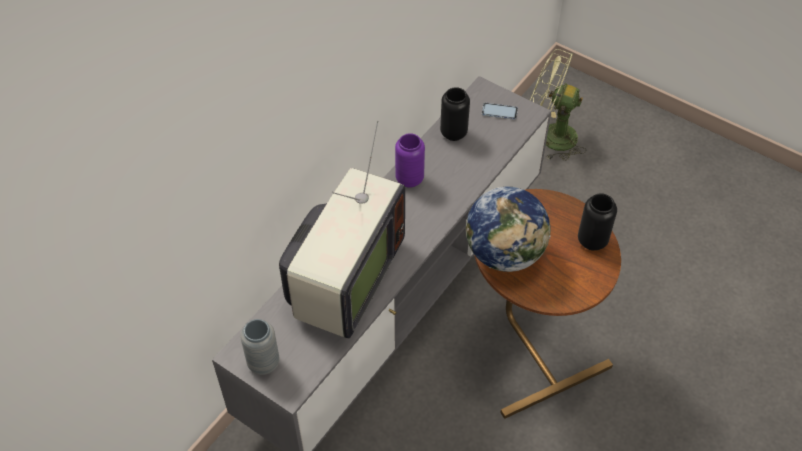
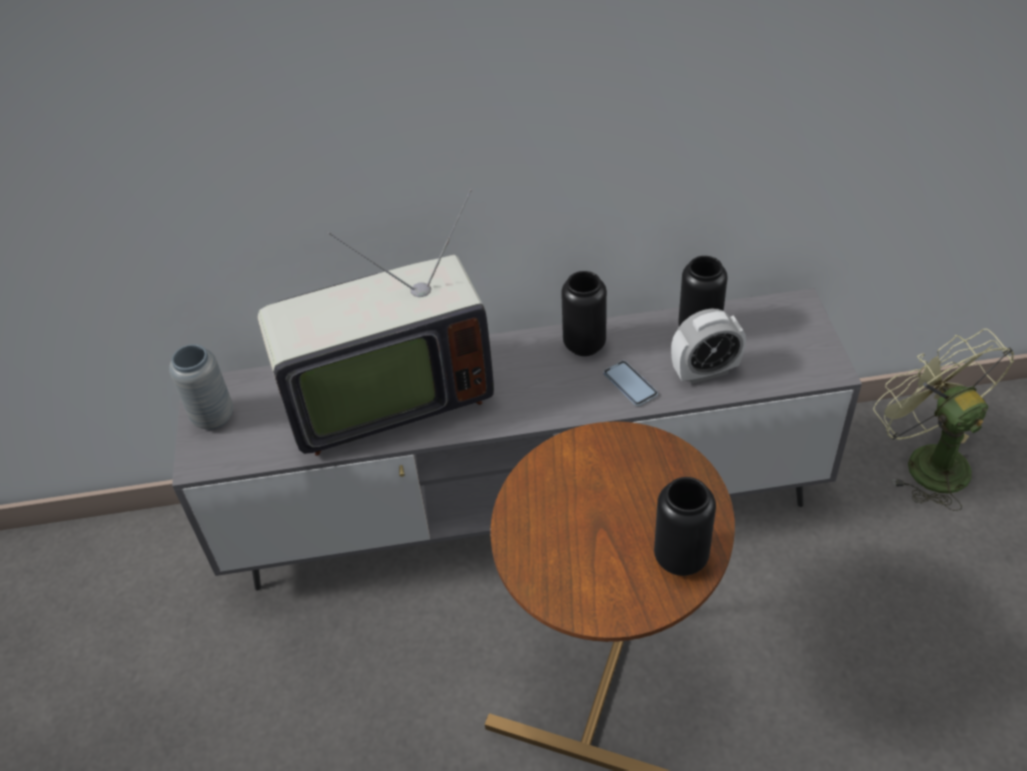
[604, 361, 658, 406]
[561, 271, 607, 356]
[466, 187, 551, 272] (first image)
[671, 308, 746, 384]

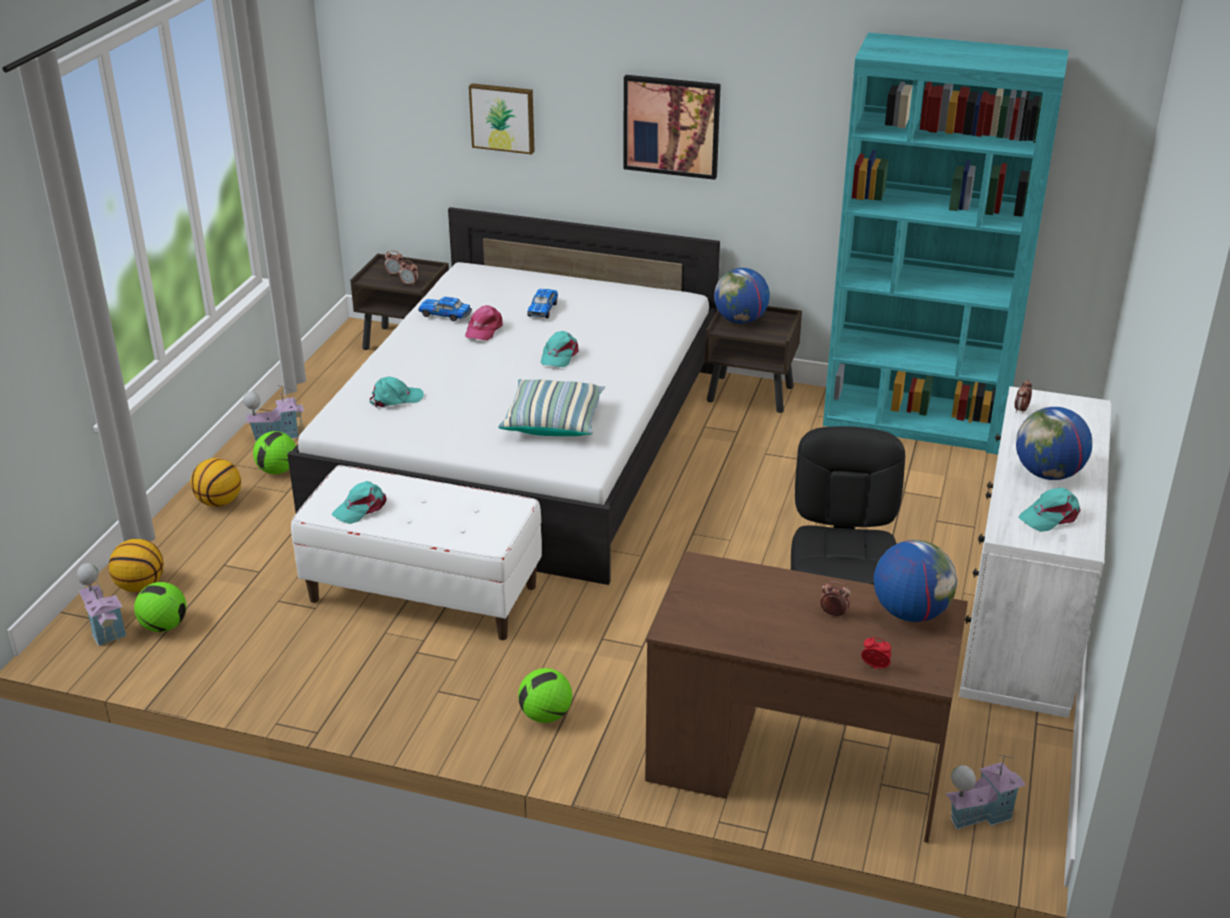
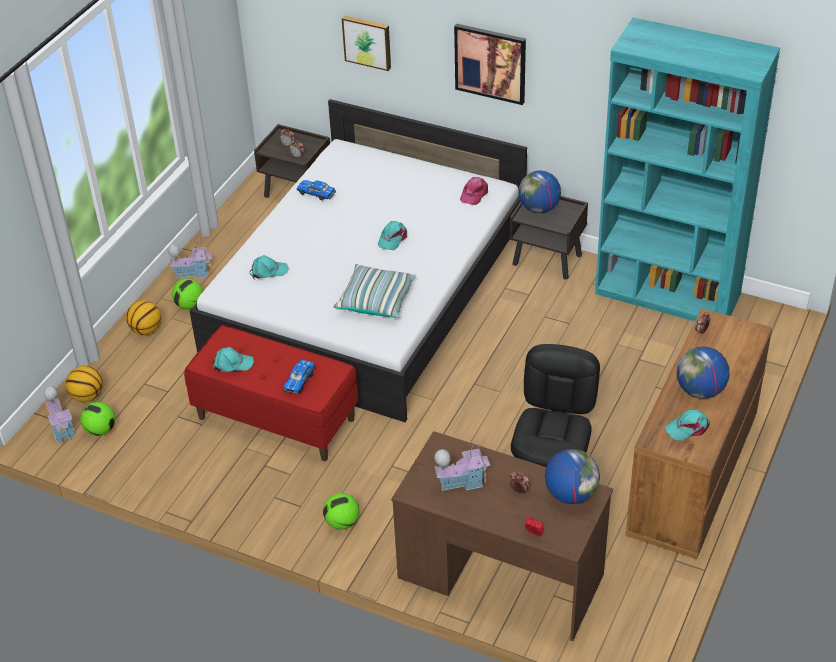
[283, 360, 315, 394]
[460, 177, 488, 205]
[625, 308, 772, 559]
[184, 325, 358, 461]
[212, 347, 254, 372]
[434, 444, 490, 491]

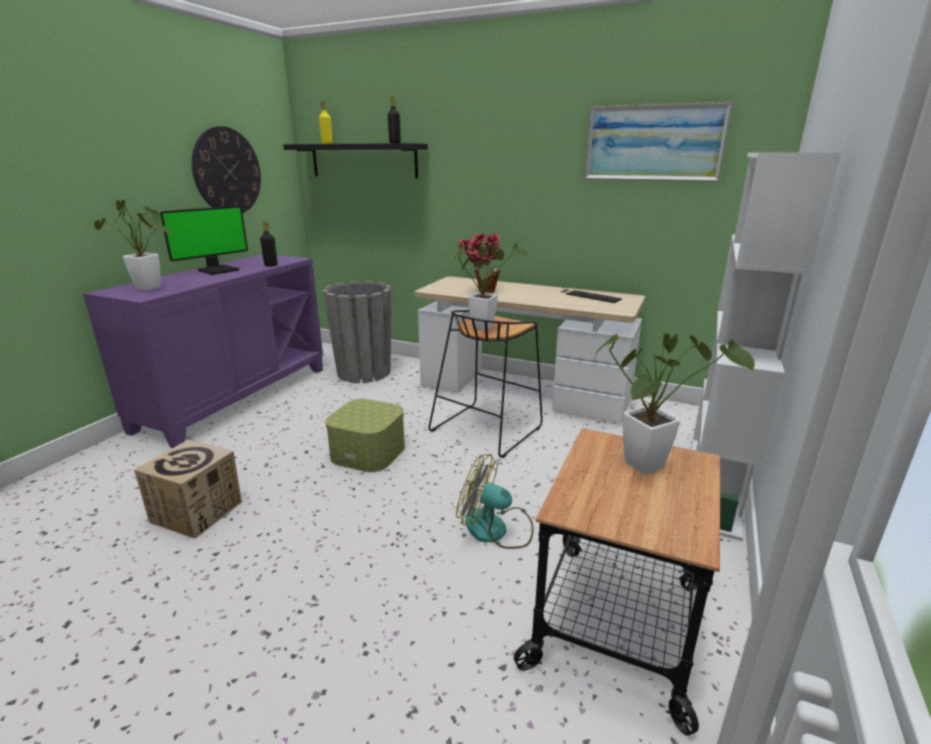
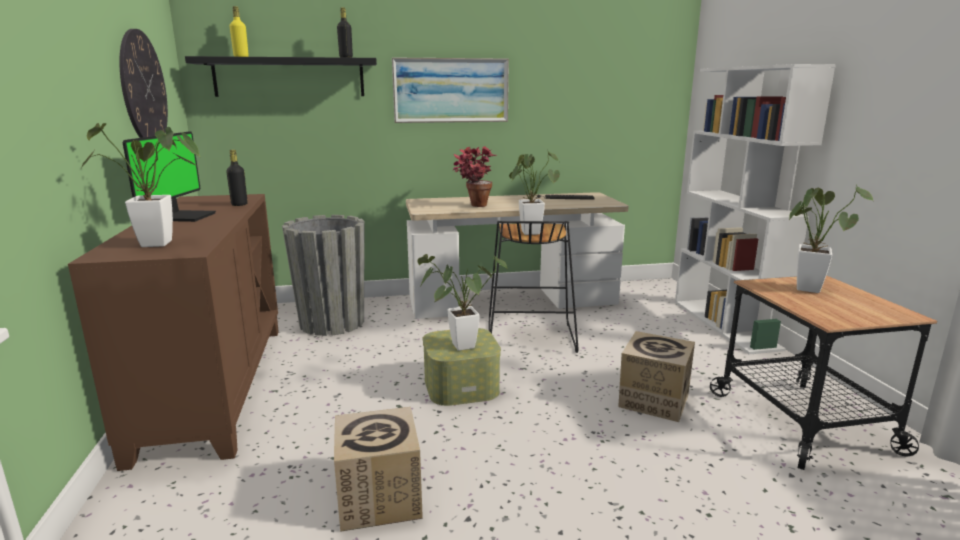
[392, 58, 509, 123]
[68, 194, 279, 471]
[618, 331, 695, 422]
[417, 254, 507, 351]

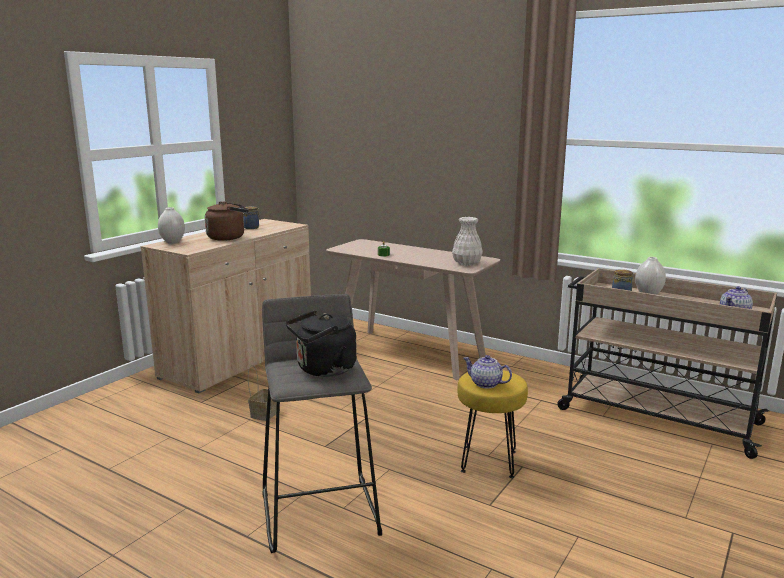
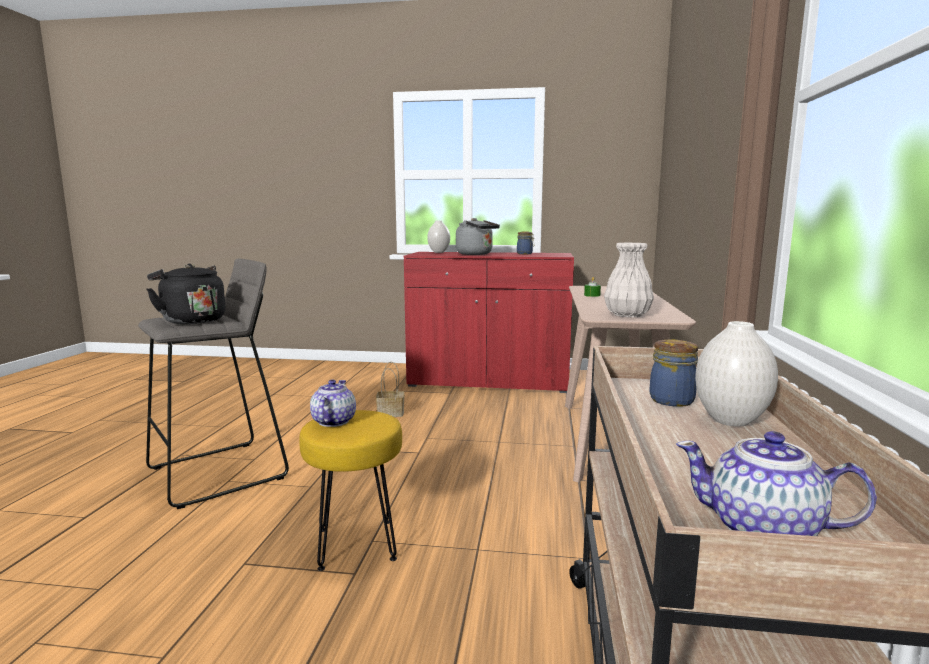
[456, 218, 500, 255]
[404, 252, 574, 393]

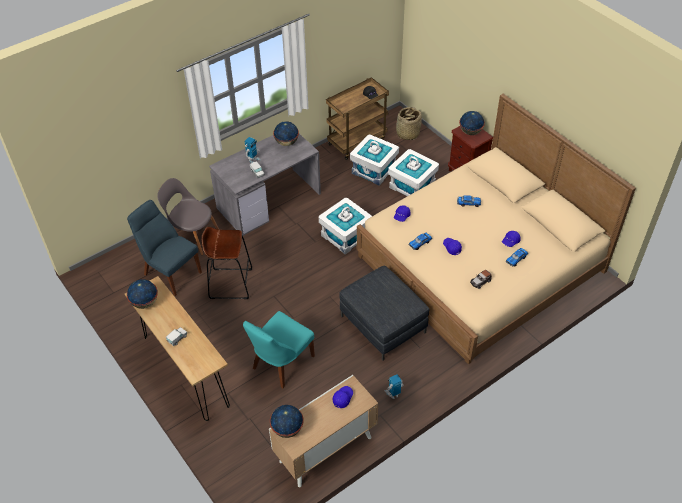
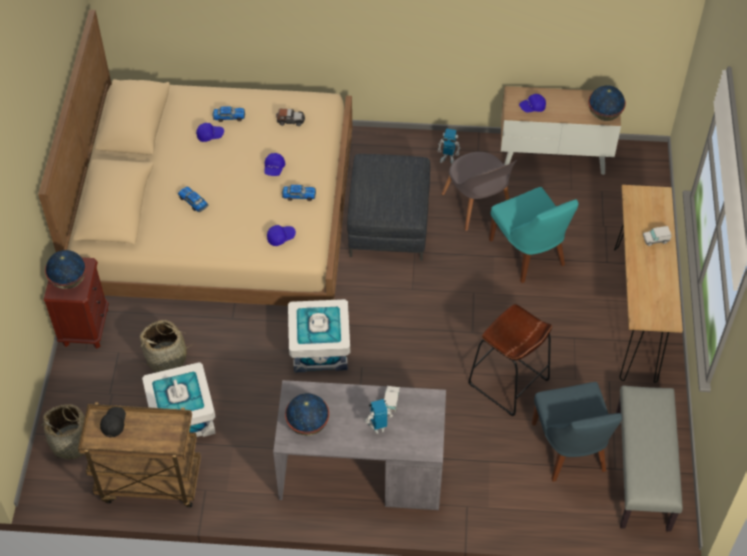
[139, 320, 195, 373]
[441, 152, 517, 231]
[127, 279, 158, 309] (first image)
[489, 187, 579, 283]
[616, 386, 683, 531]

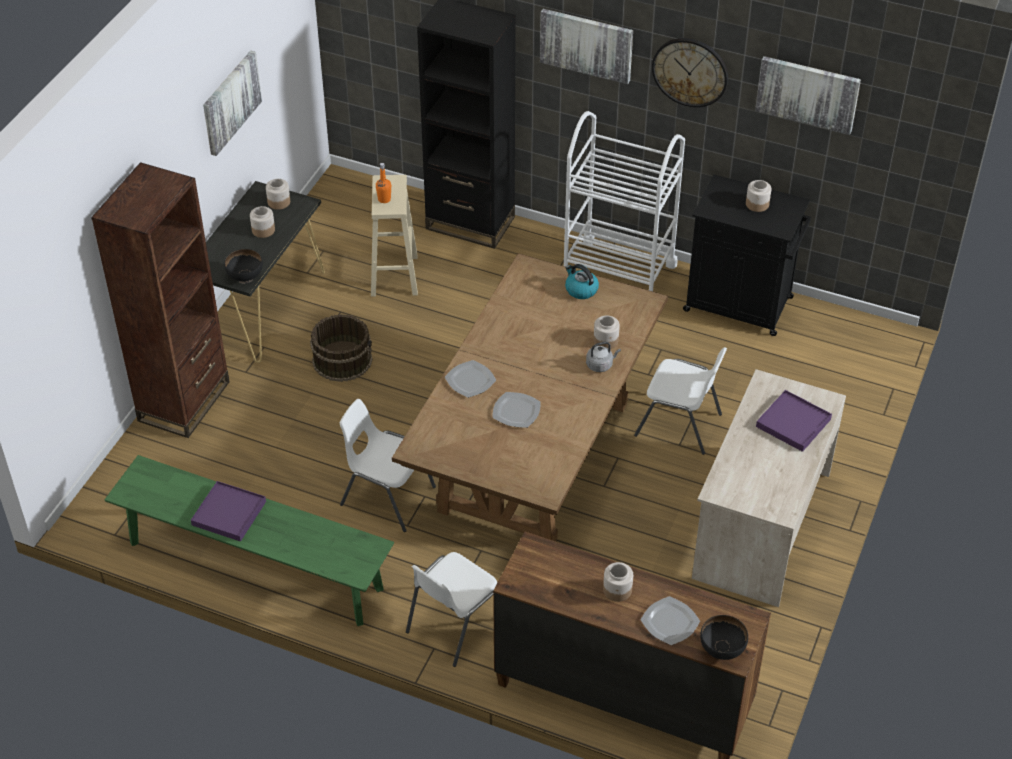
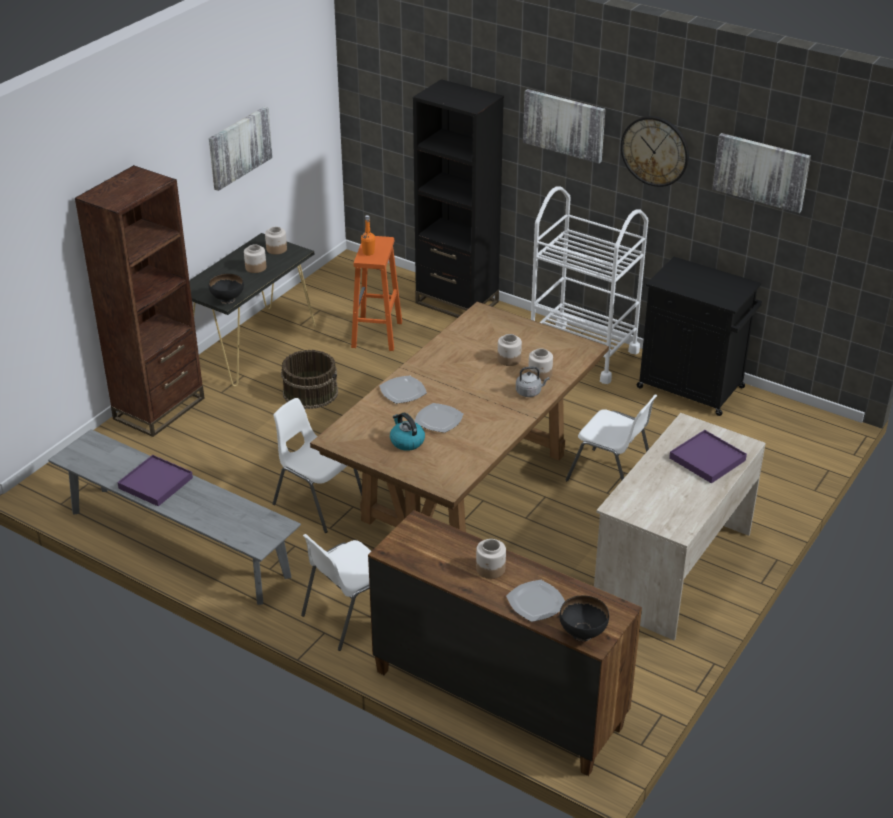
[351, 236, 402, 351]
[497, 334, 522, 366]
[390, 413, 425, 451]
[48, 429, 301, 605]

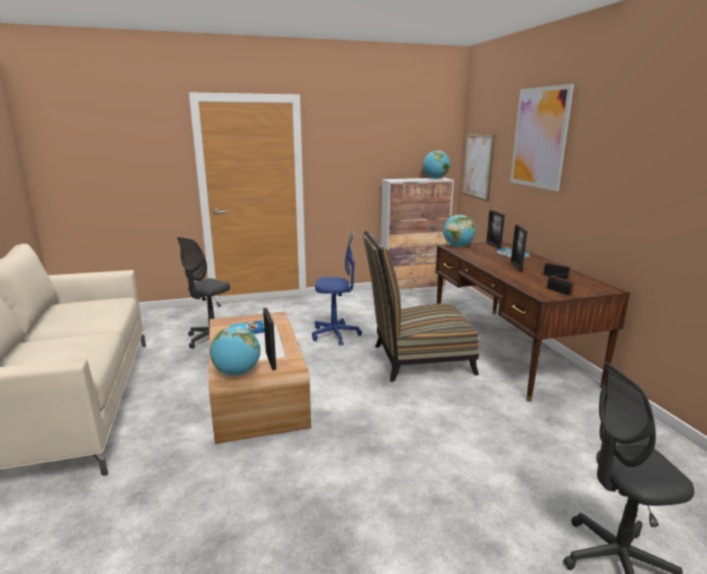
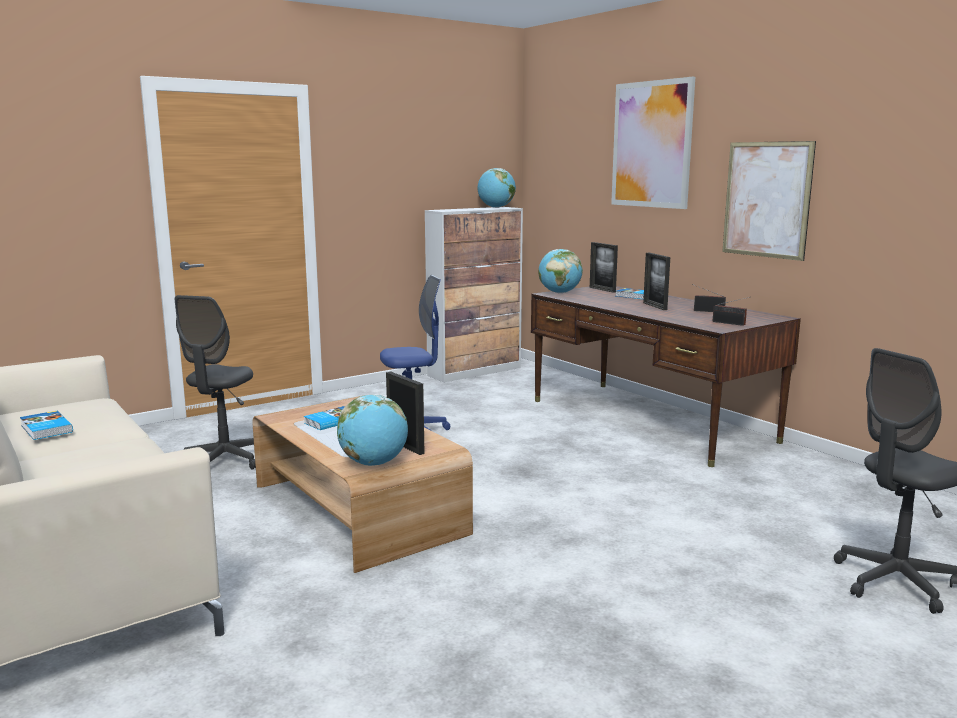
[722, 141, 816, 261]
[363, 231, 479, 382] (first image)
[20, 411, 73, 440]

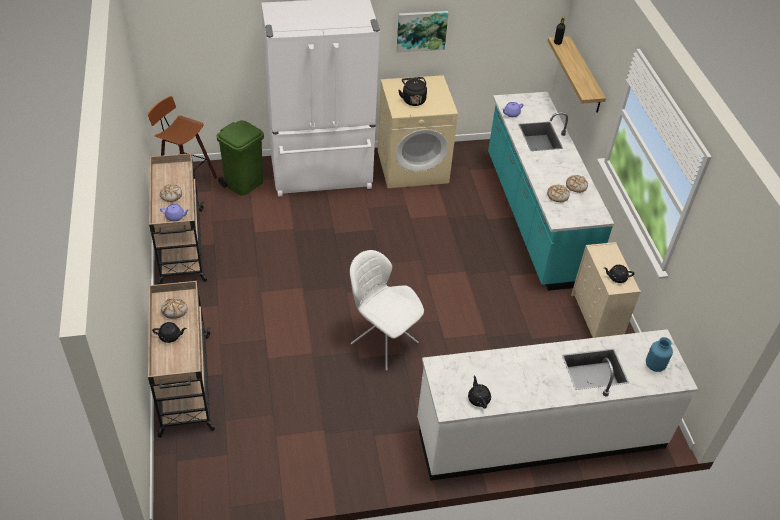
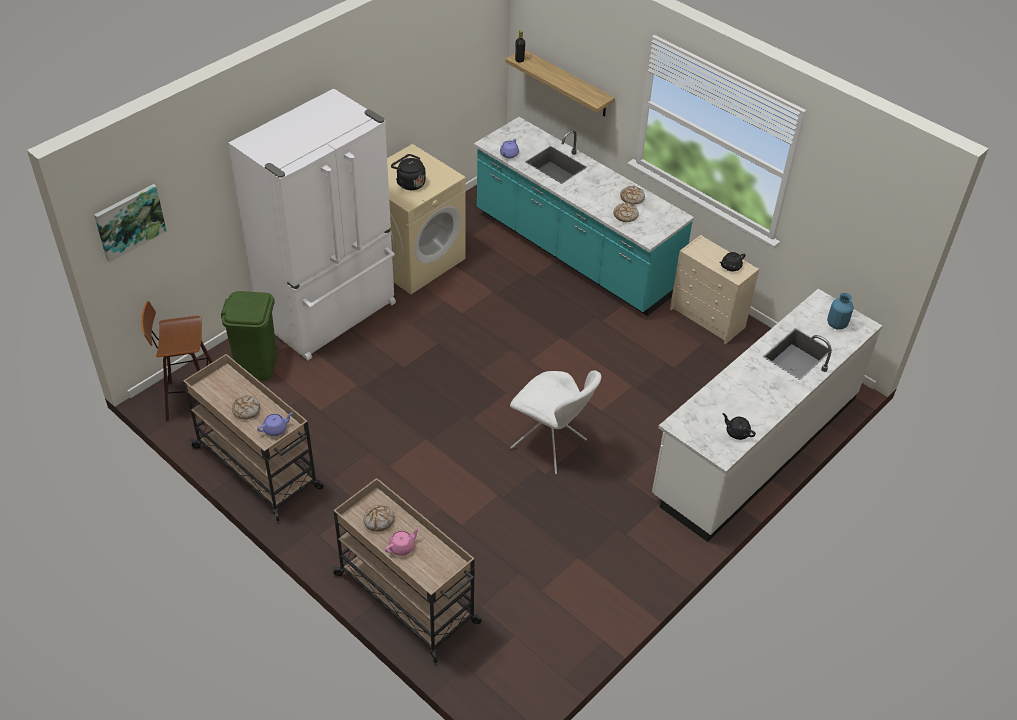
[94, 184, 167, 263]
[510, 370, 601, 474]
[385, 527, 420, 556]

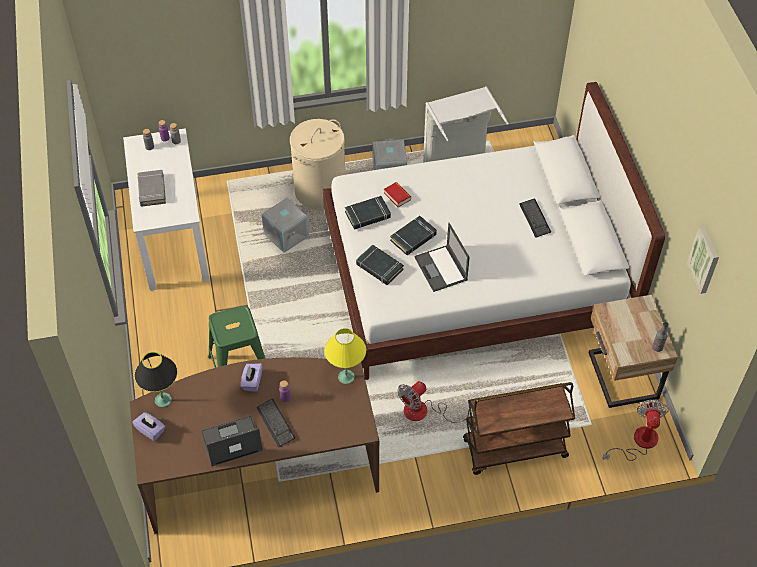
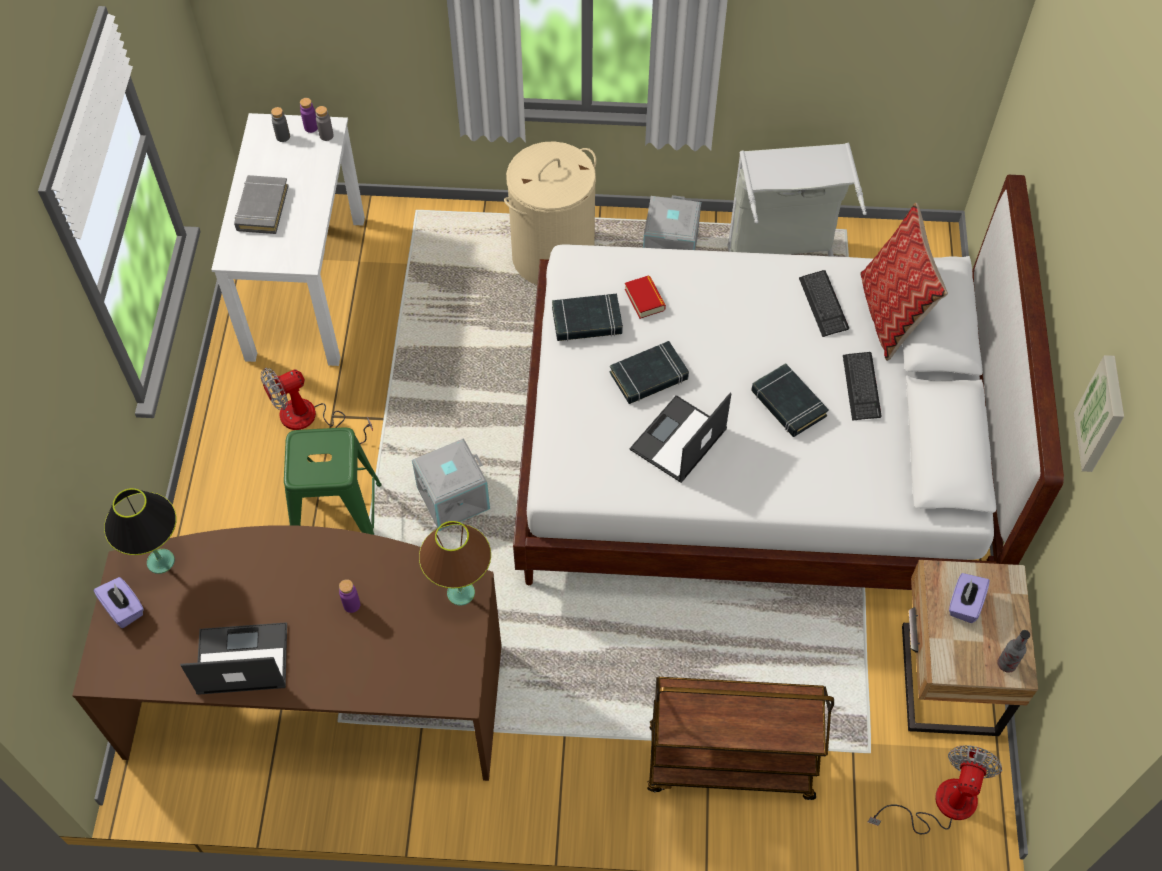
[412, 438, 490, 531]
[630, 392, 732, 483]
[1074, 355, 1124, 472]
[751, 363, 829, 437]
[419, 521, 491, 606]
[949, 573, 990, 623]
[261, 368, 373, 444]
[799, 270, 849, 337]
[861, 203, 948, 361]

